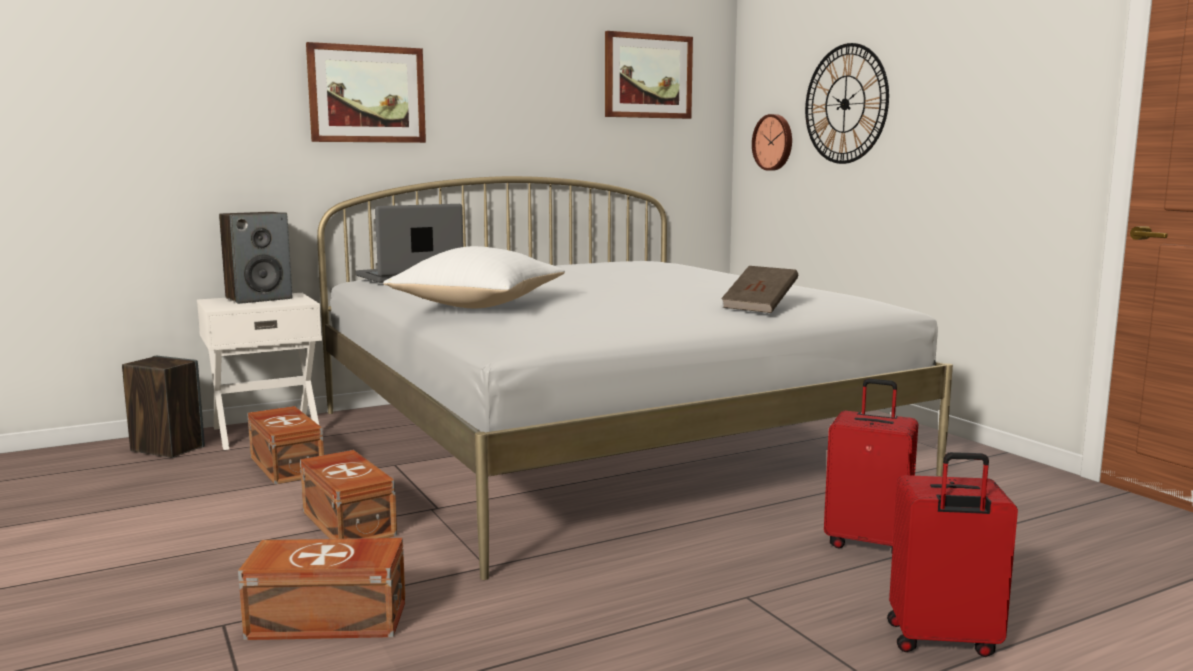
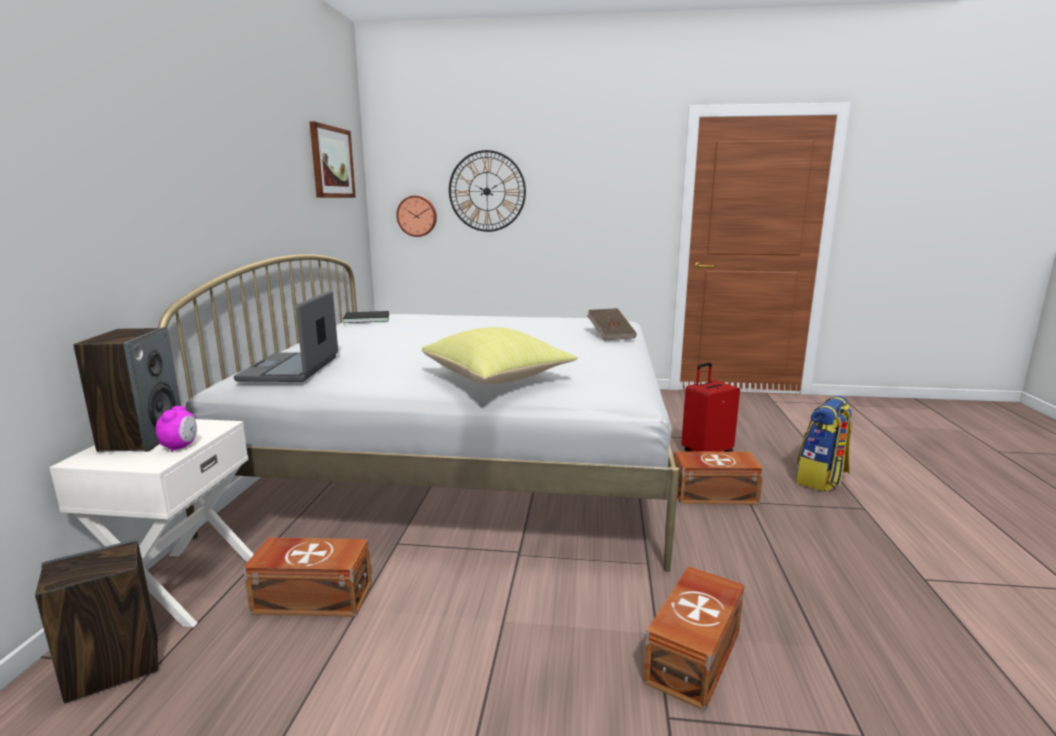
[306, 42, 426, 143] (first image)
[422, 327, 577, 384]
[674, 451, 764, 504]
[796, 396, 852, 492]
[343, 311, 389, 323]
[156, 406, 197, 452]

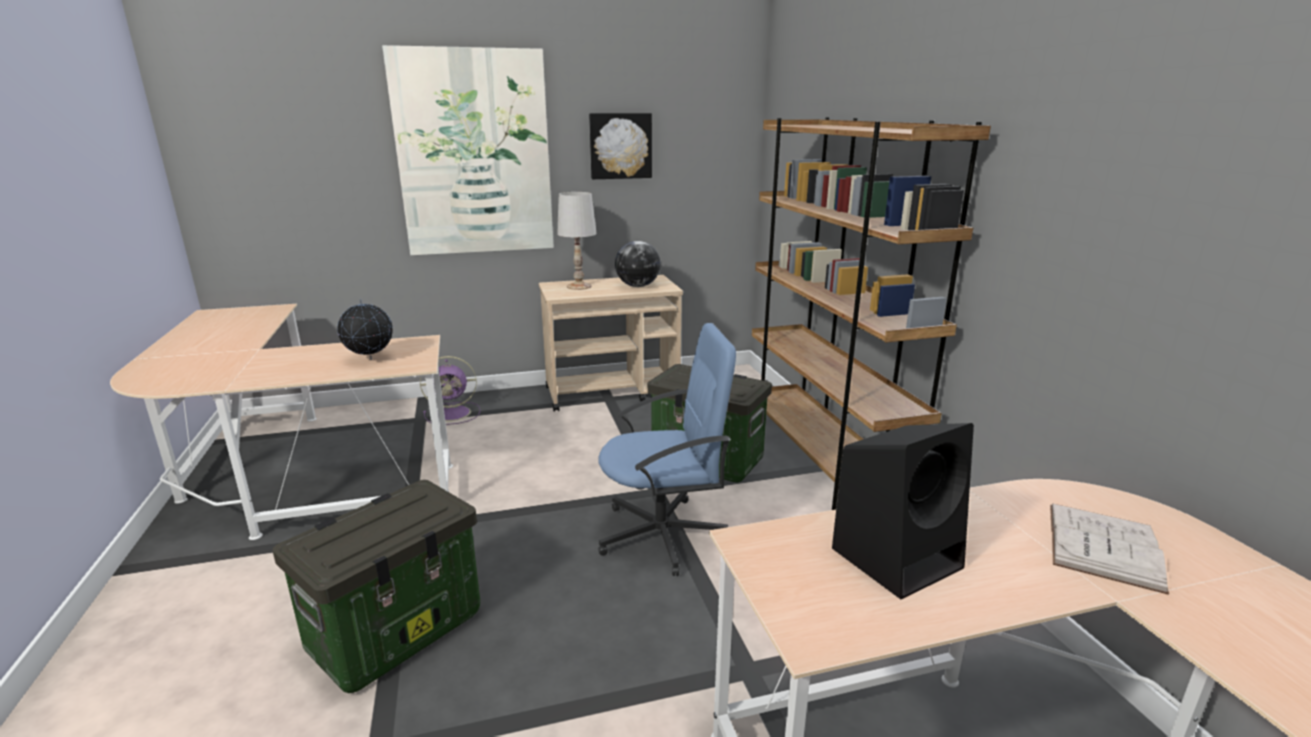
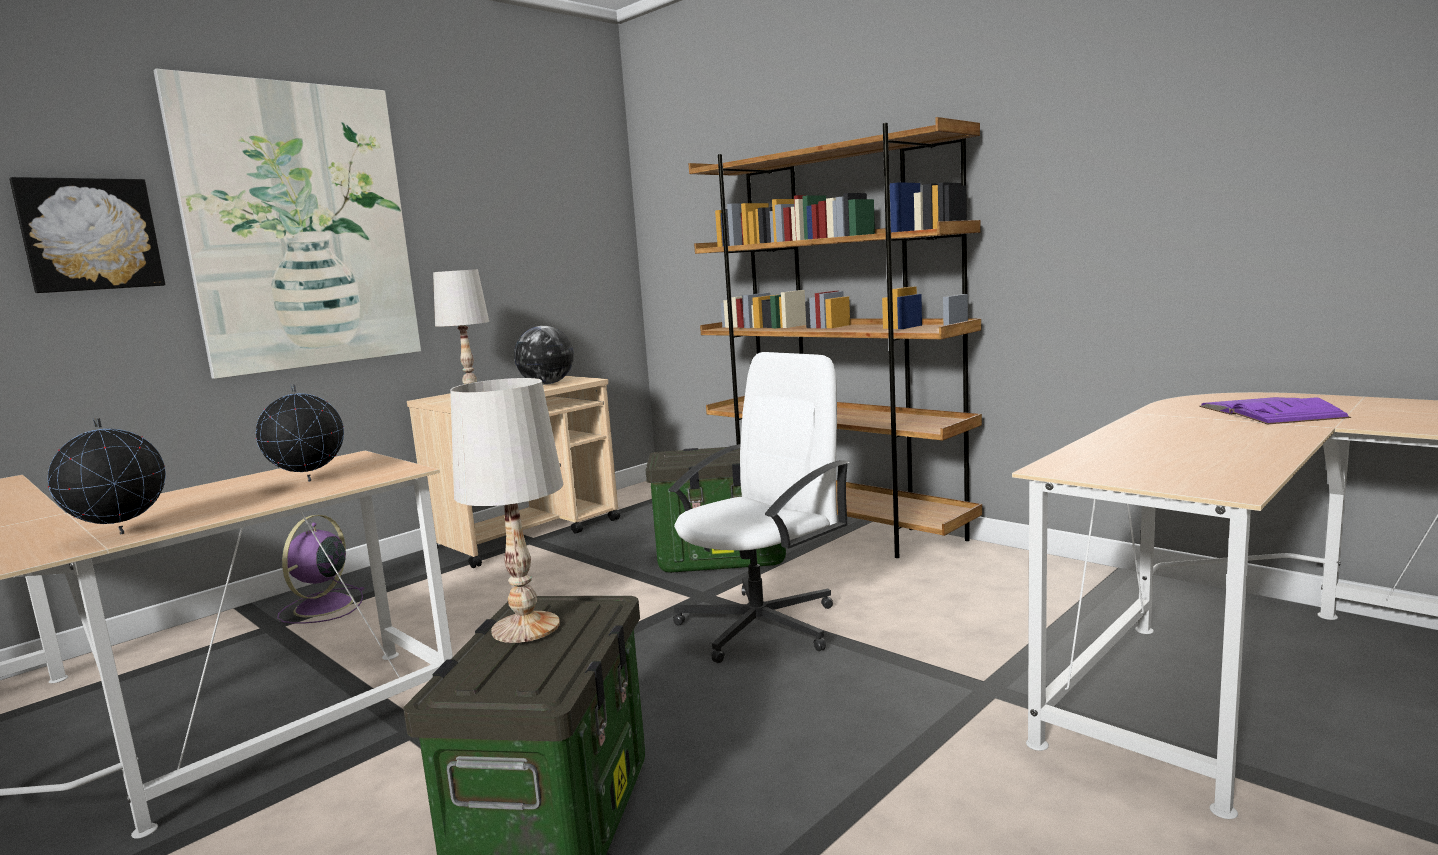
[9, 177, 165, 293]
[669, 352, 849, 663]
[277, 515, 365, 623]
[832, 423, 974, 599] (first image)
[1199, 397, 1351, 425]
[450, 378, 563, 643]
[48, 418, 166, 534]

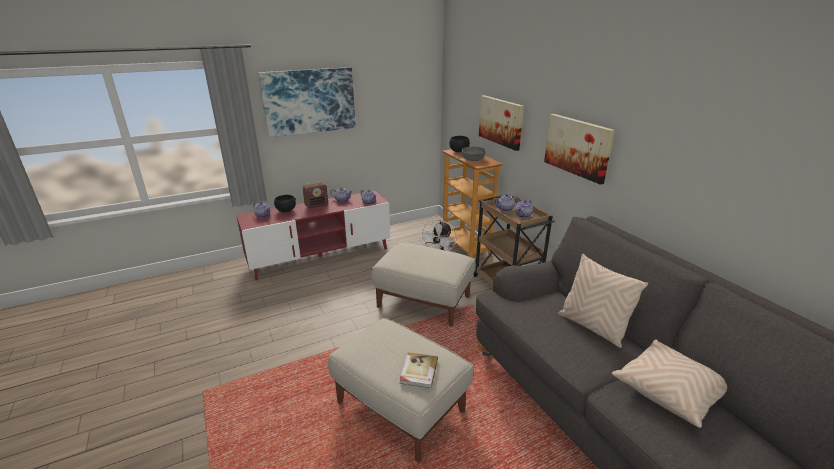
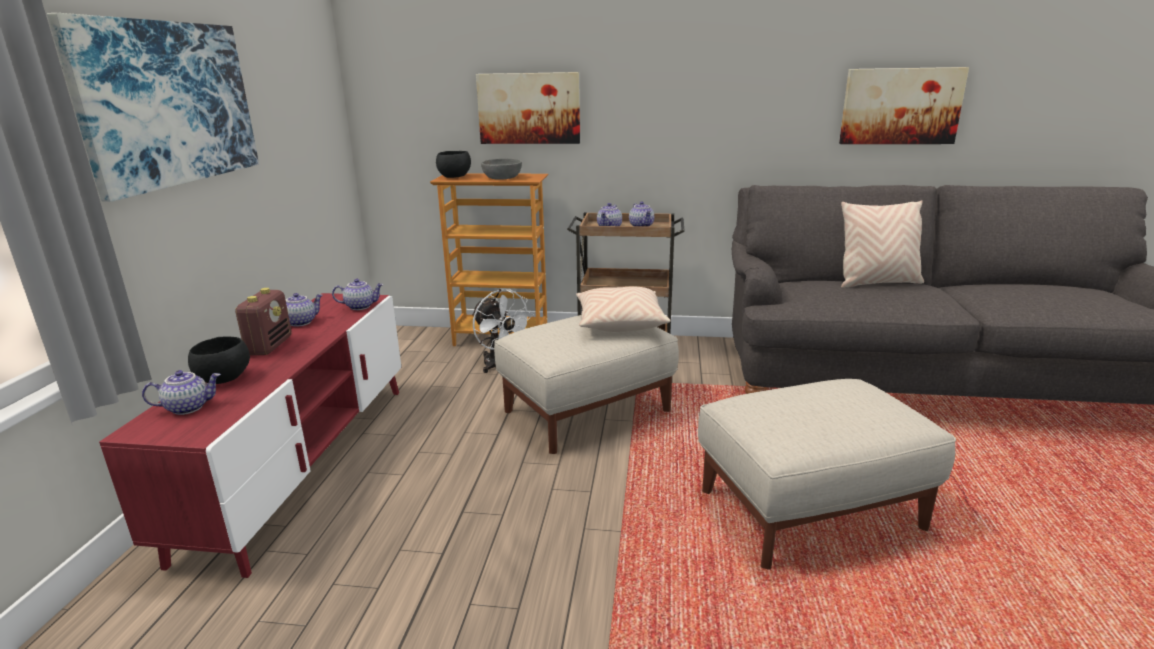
[839, 67, 969, 144]
[576, 286, 671, 332]
[400, 352, 438, 388] (first image)

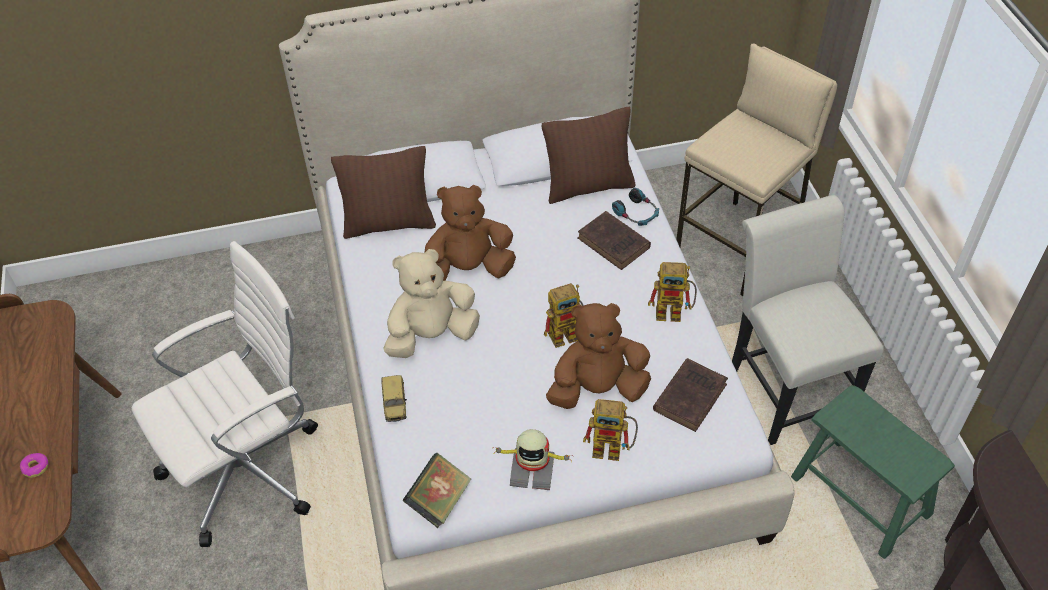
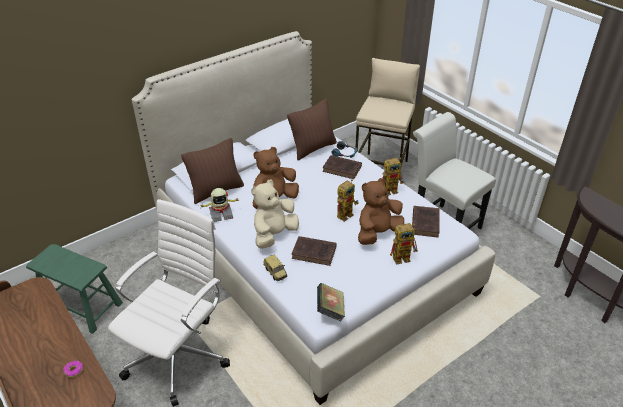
[26, 244, 123, 334]
[201, 188, 240, 222]
[291, 236, 337, 266]

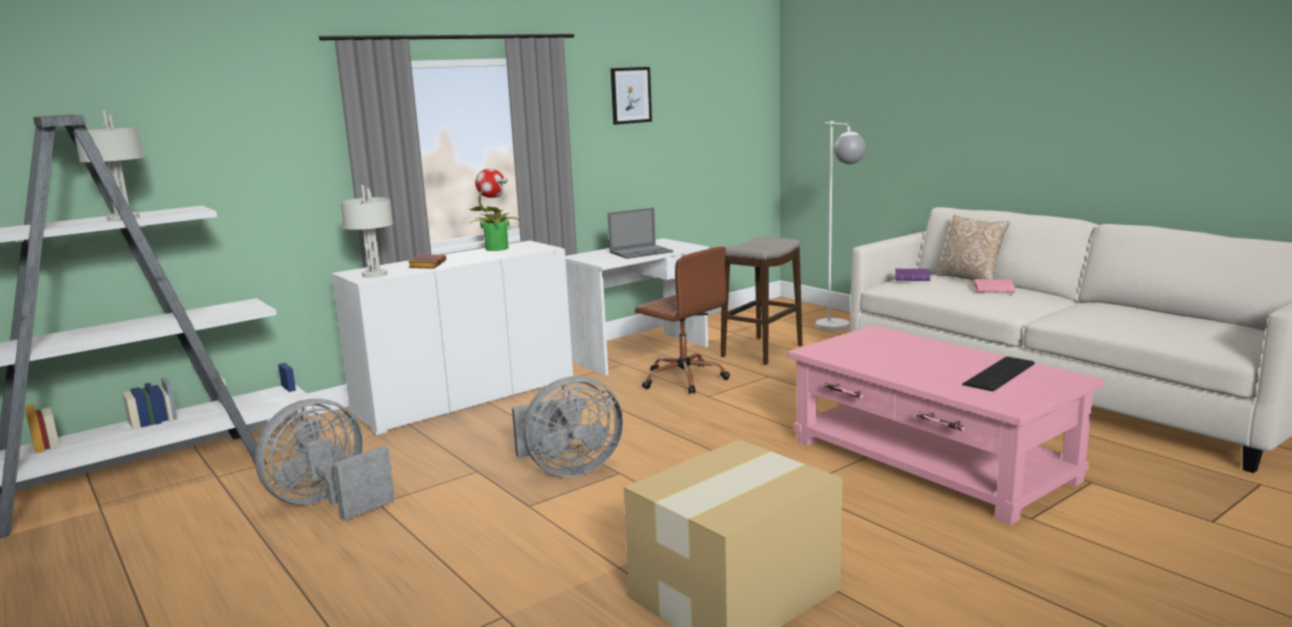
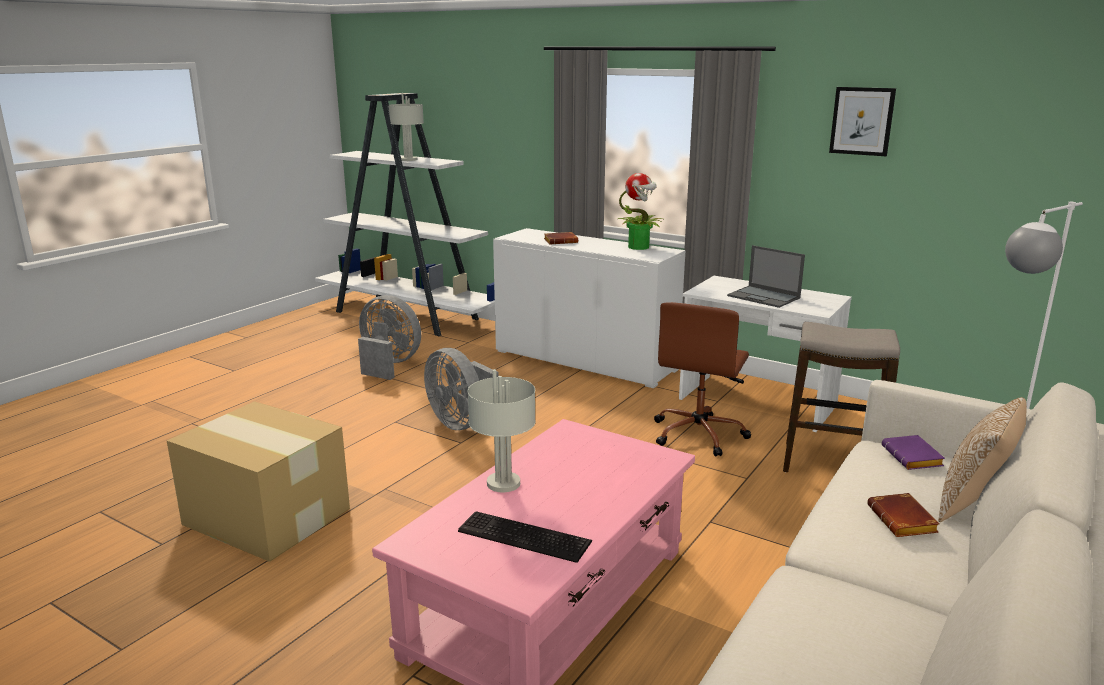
[468, 369, 536, 492]
[867, 493, 940, 537]

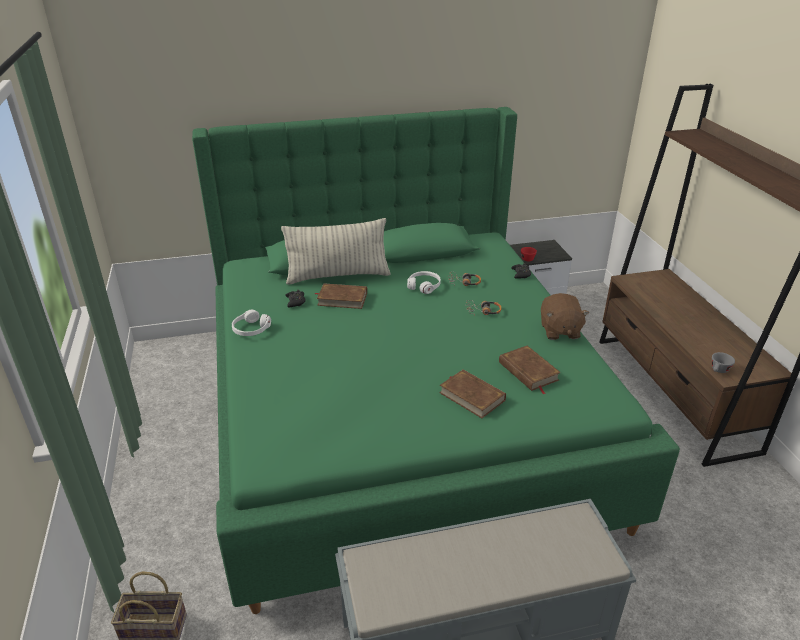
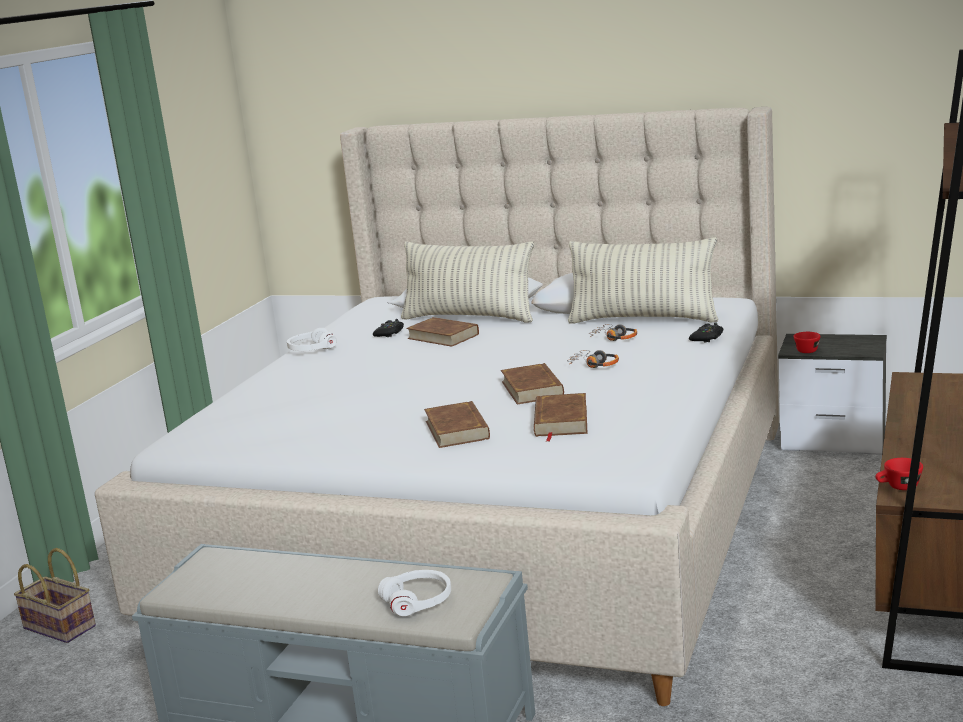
[95, 107, 779, 706]
[378, 570, 451, 617]
[541, 293, 589, 340] (first image)
[875, 458, 923, 490]
[568, 237, 719, 323]
[501, 363, 564, 404]

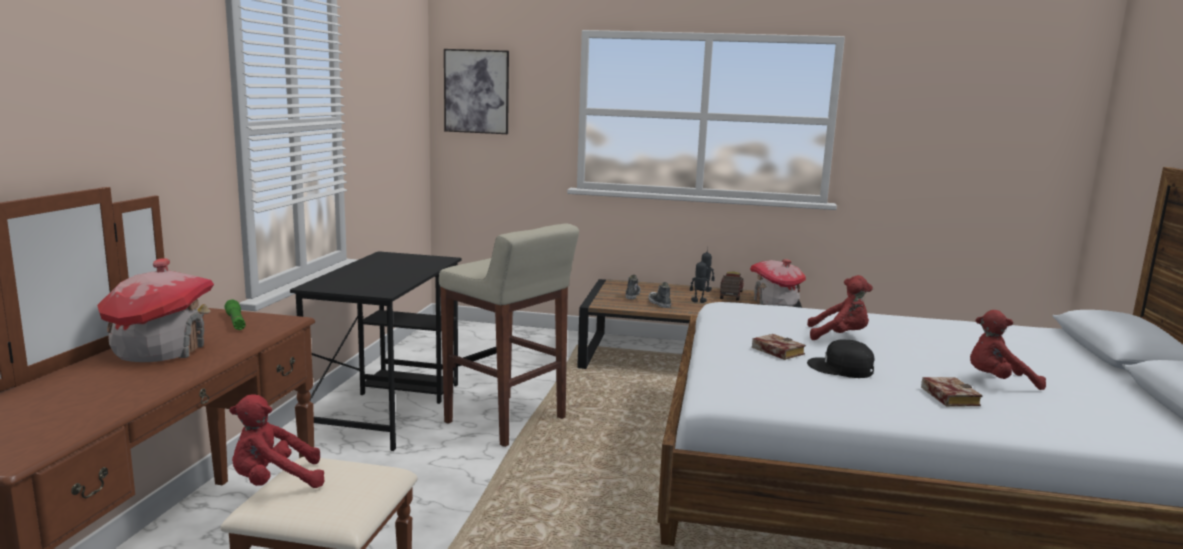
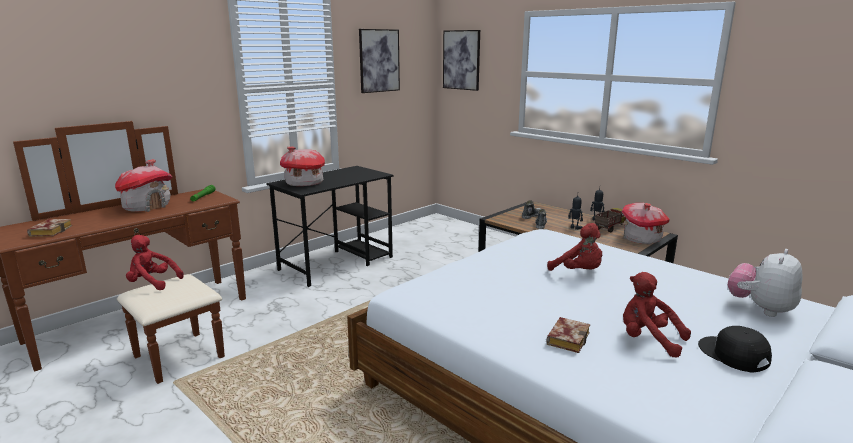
[439, 223, 579, 447] (first image)
[27, 219, 72, 237]
[698, 326, 772, 372]
[359, 29, 400, 93]
[280, 147, 325, 186]
[728, 249, 802, 317]

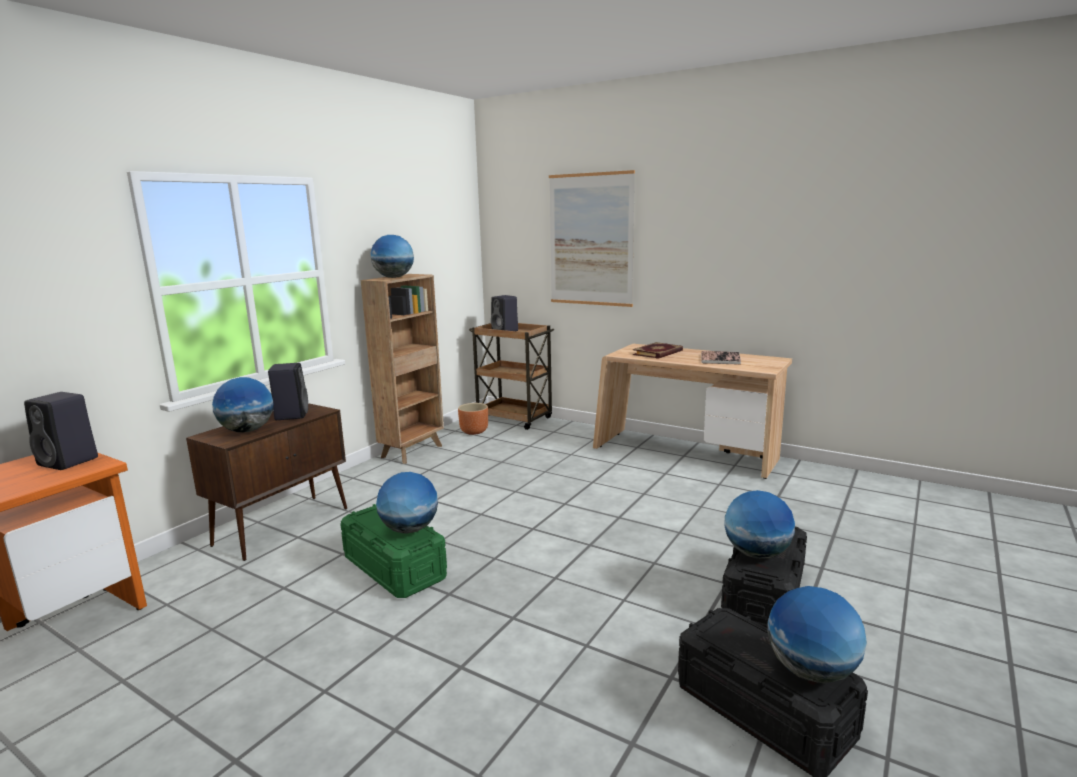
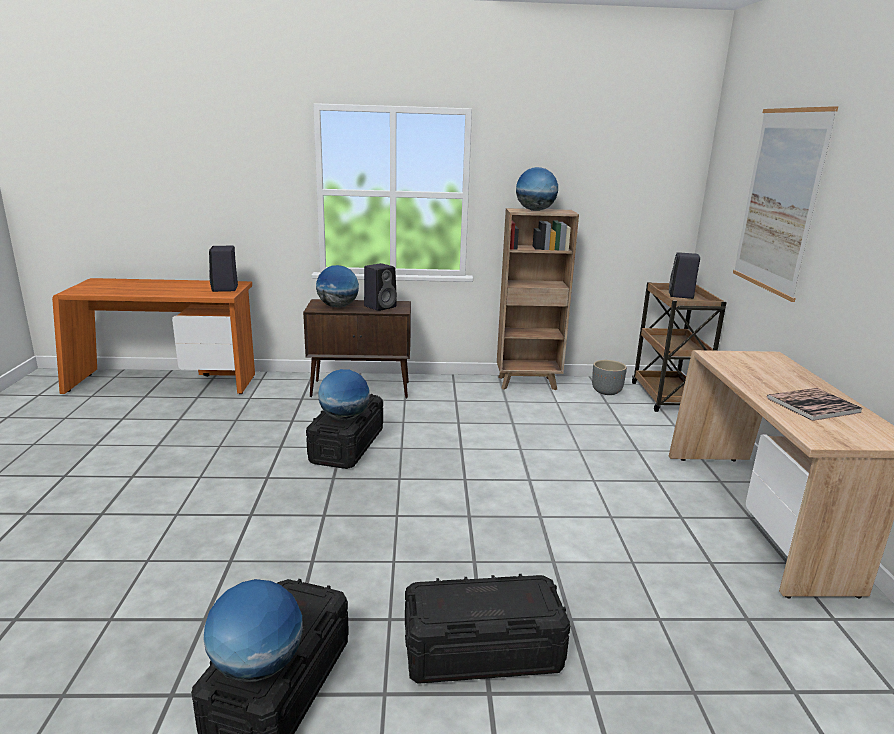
[633, 342, 683, 359] (first image)
[592, 360, 627, 395]
[724, 490, 795, 559] (first image)
[306, 394, 383, 469]

